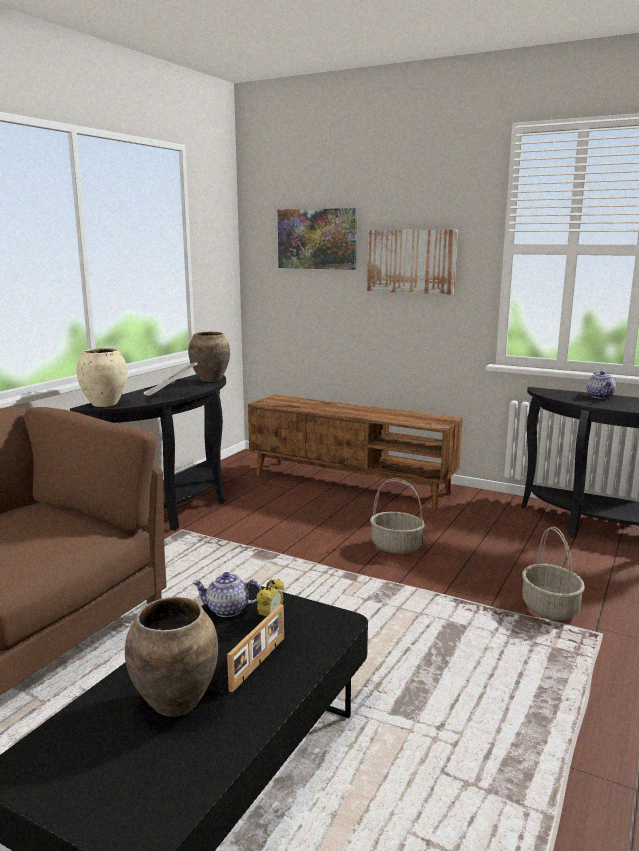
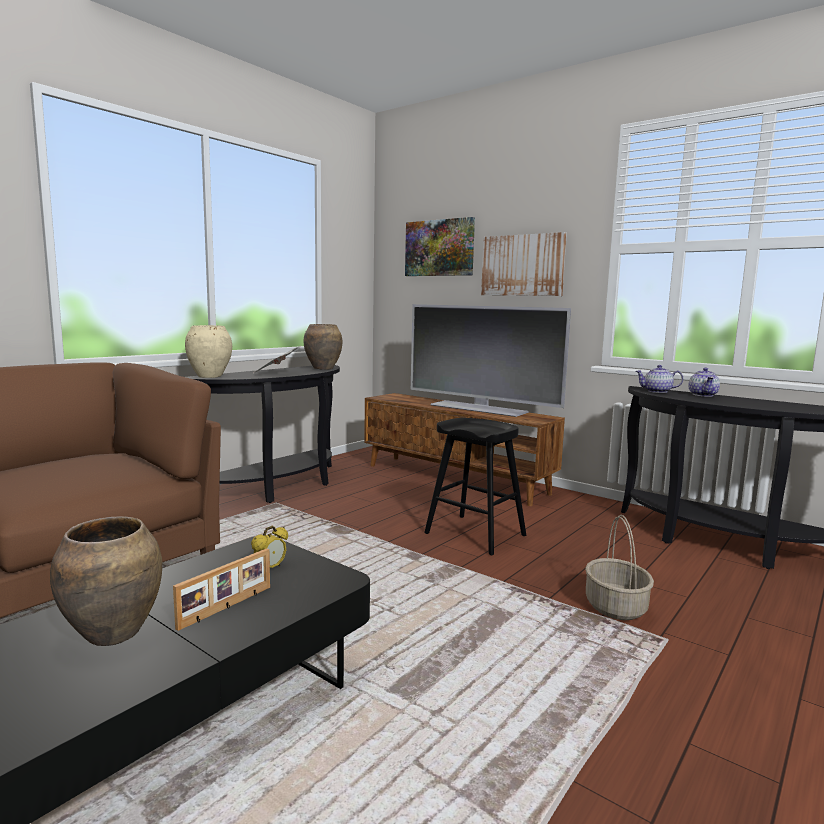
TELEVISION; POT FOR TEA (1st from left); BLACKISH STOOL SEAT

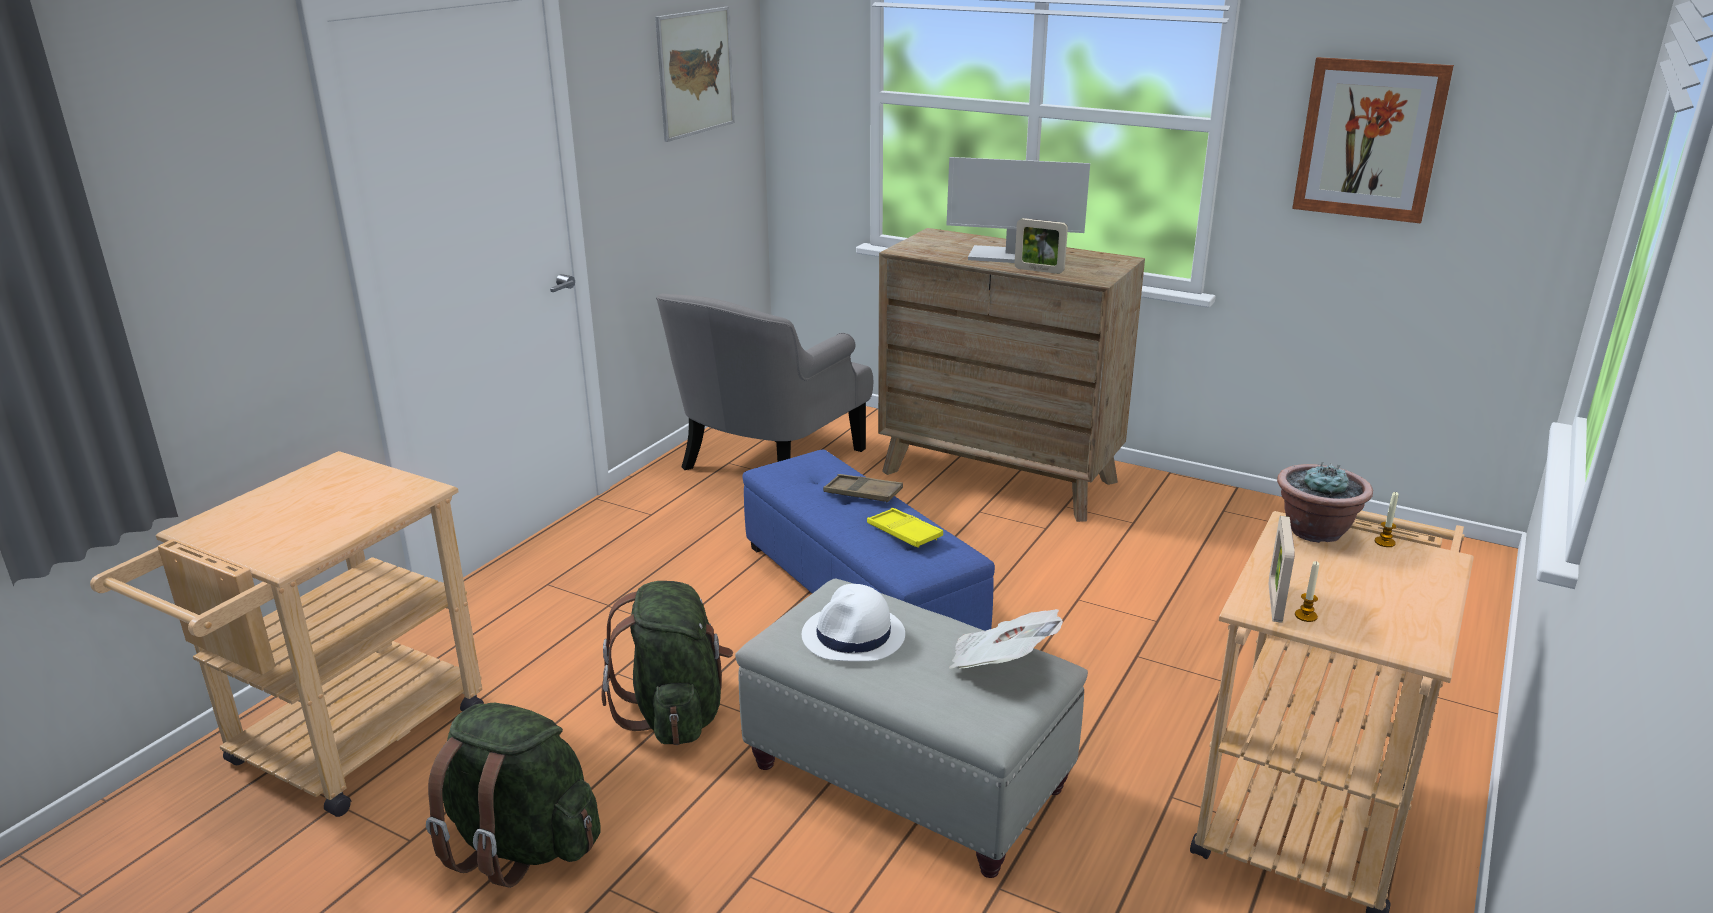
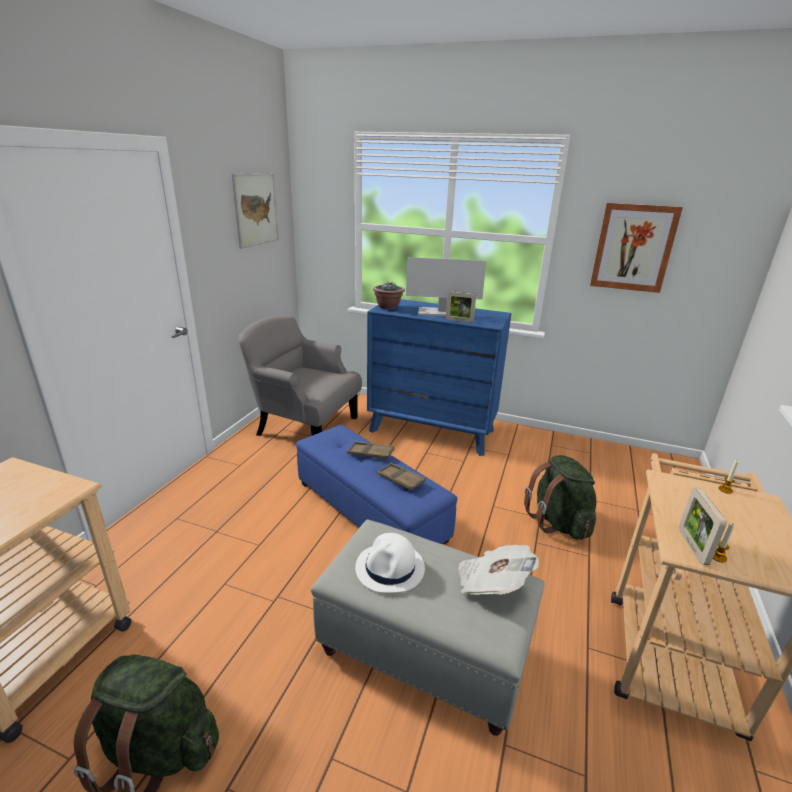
GREEN KNAPSACK (2nd from left); HOUSEPLANT; BROWN CARRYING TRAY (2nd from left); BLUE-COLOURED DRAWER CHEST; GREYISH EASY CHAIR

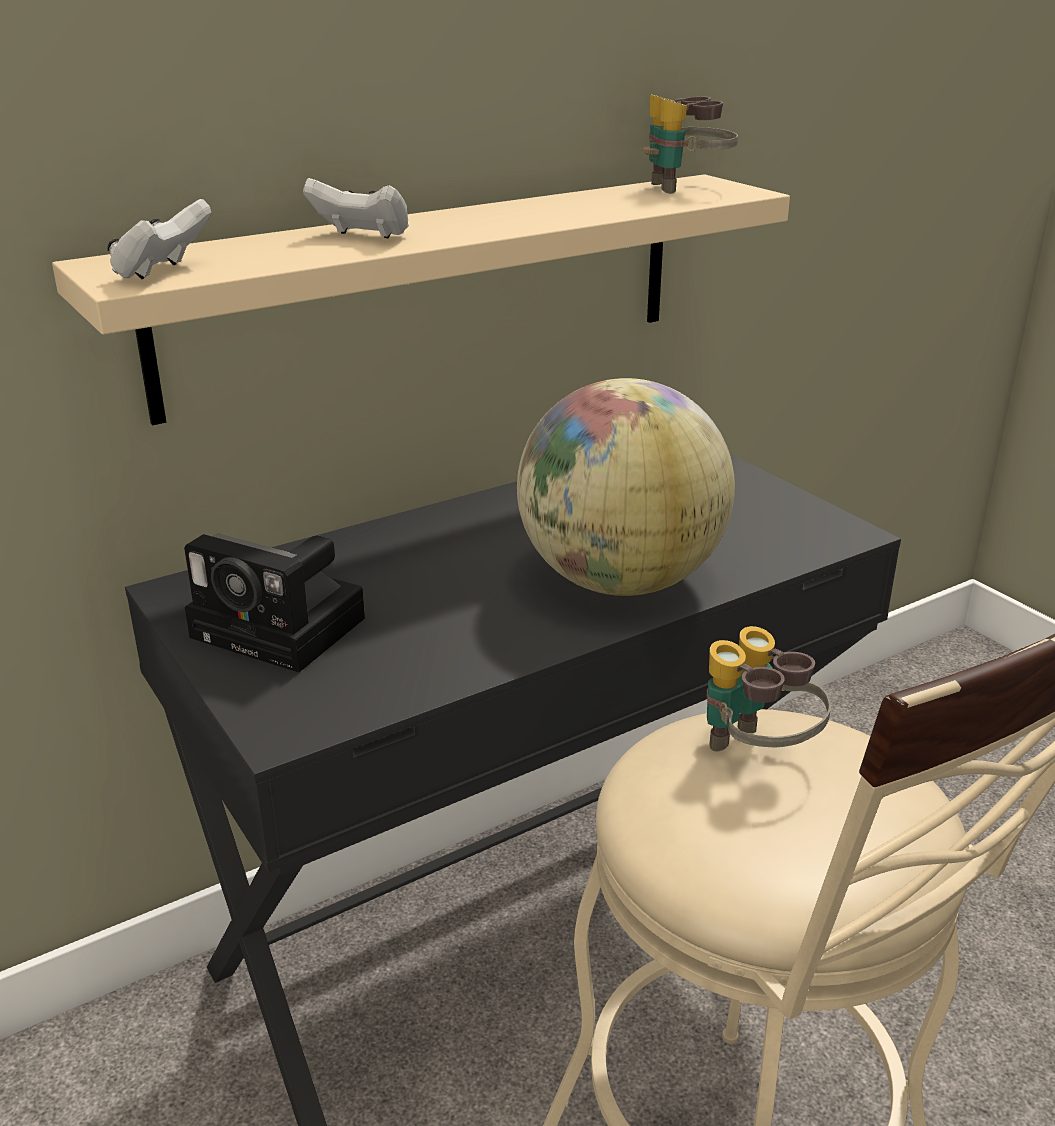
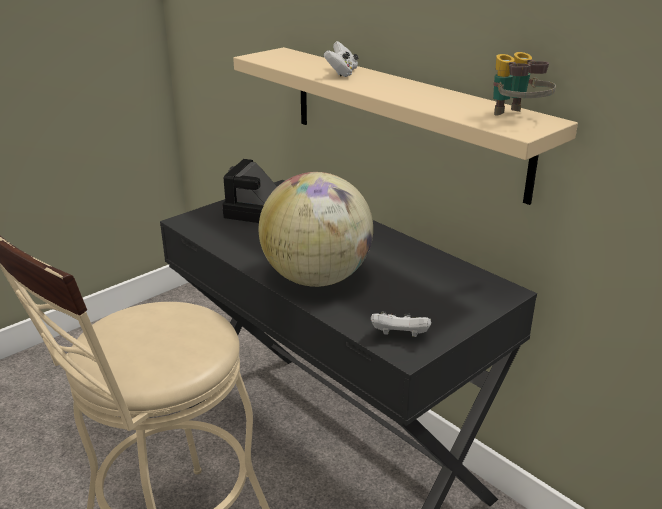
FIELD GLASSES (2nd from left in the first image); WHITE GAMEPAD (2nd from left)

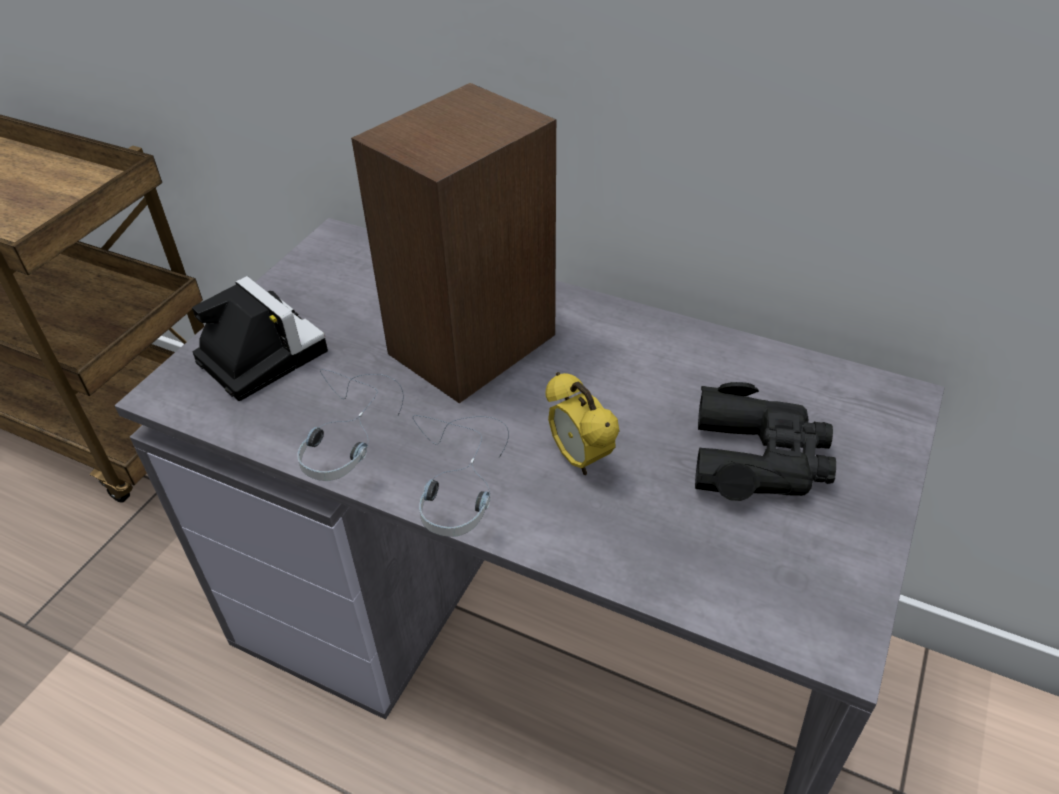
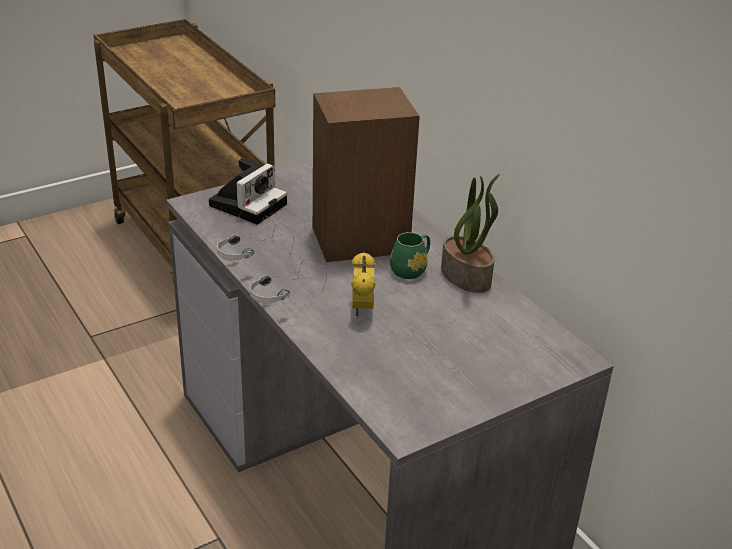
BLACKISH FIELD GLASSES; GREEN TEA MUG; HOUSEPLANT; STILL CAMERA

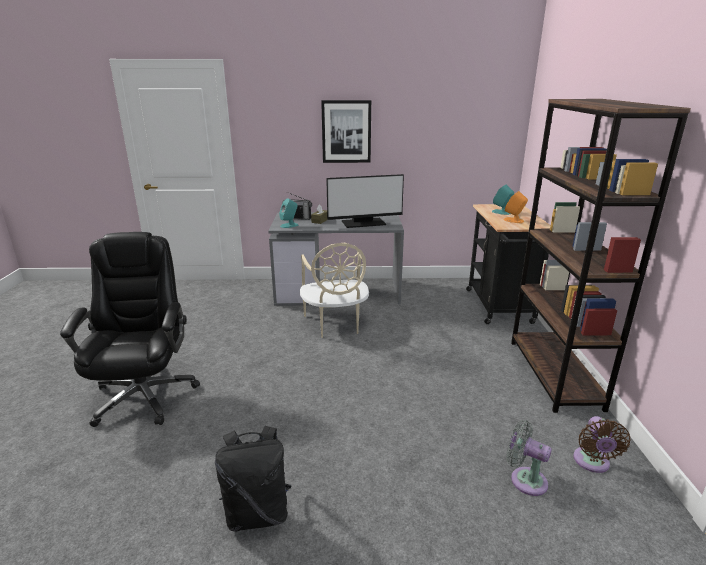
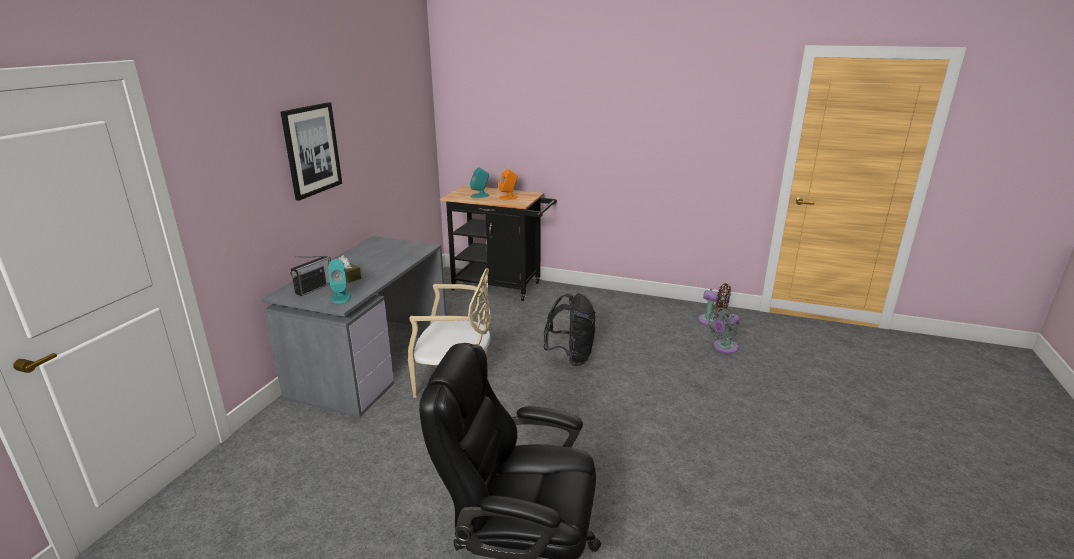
MONITOR; BROWN BOOKCASE; BLACKISH KNAPSACK

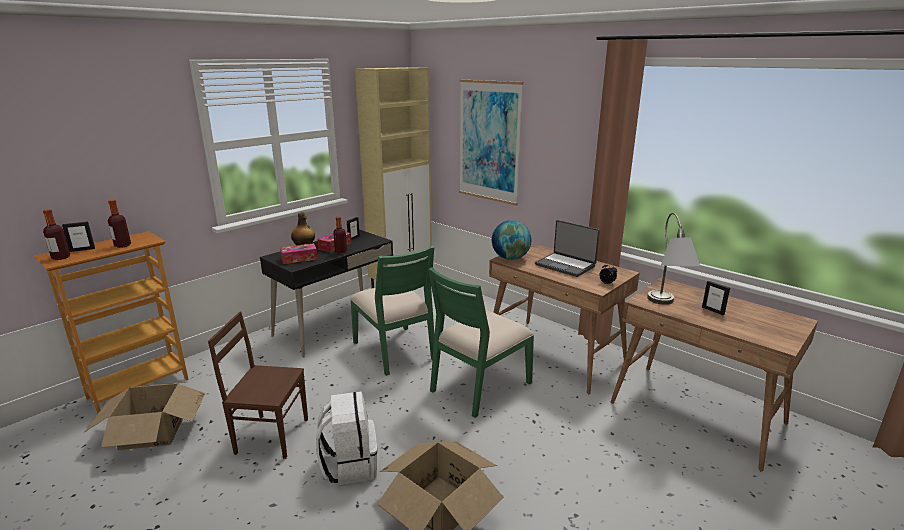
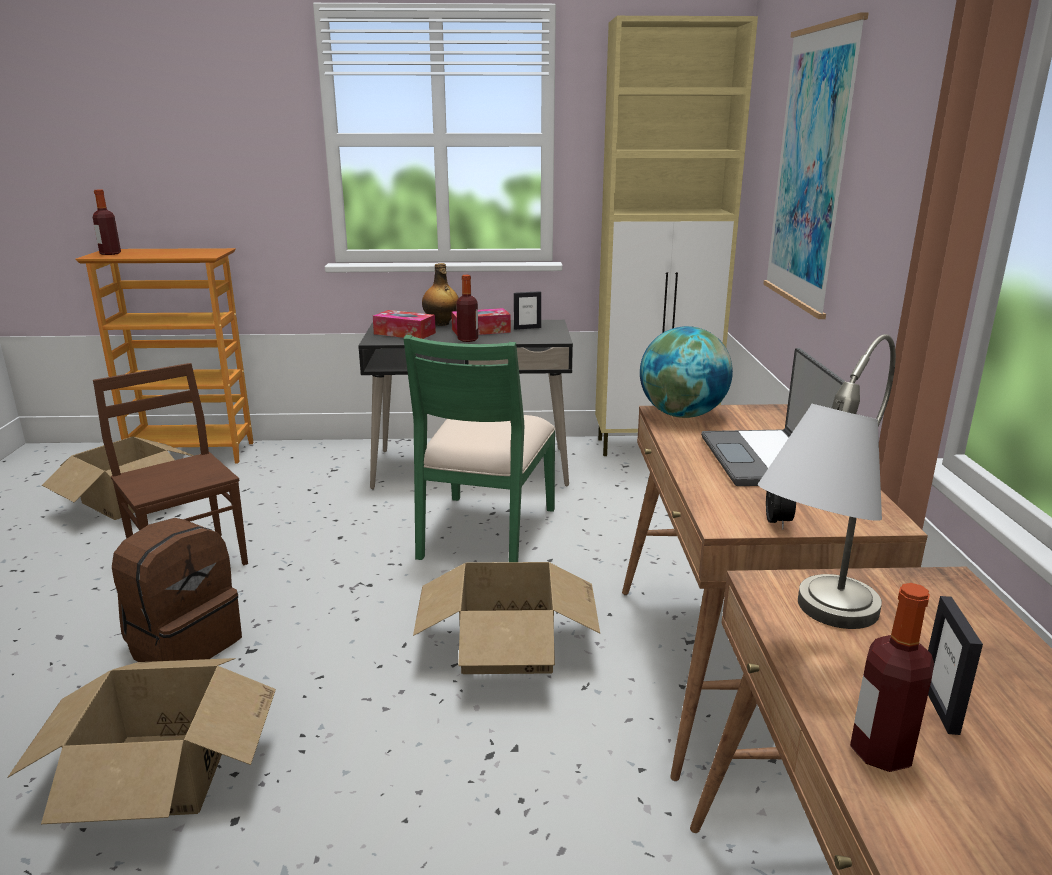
STANDING FRAME (1st from left in the first image); BOTTLE (4th from left); PACKING BOX (3rd from left); BROWN KNAPSACK

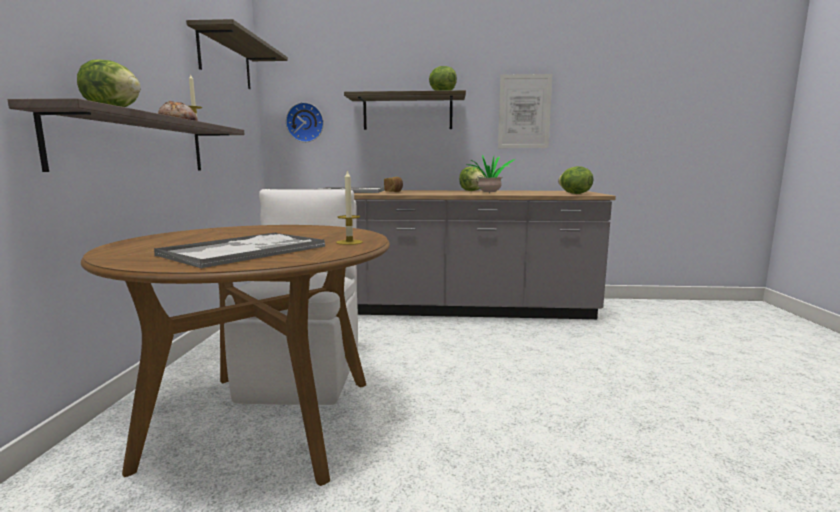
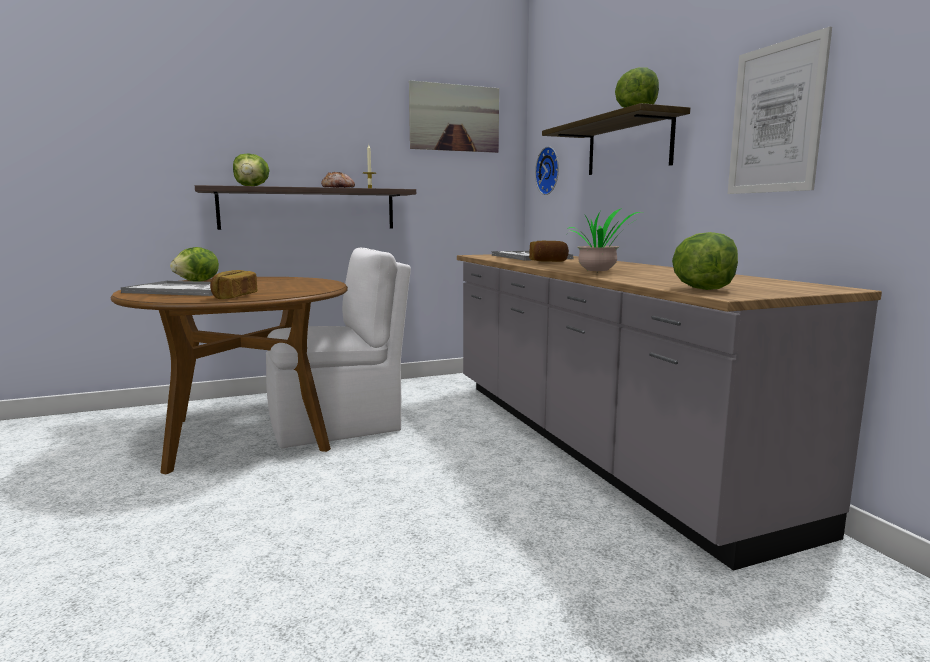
LETTUCE HEAD (1st from left); WALL PICTURE (1st from left); BAKERY BREAD (1st from left)

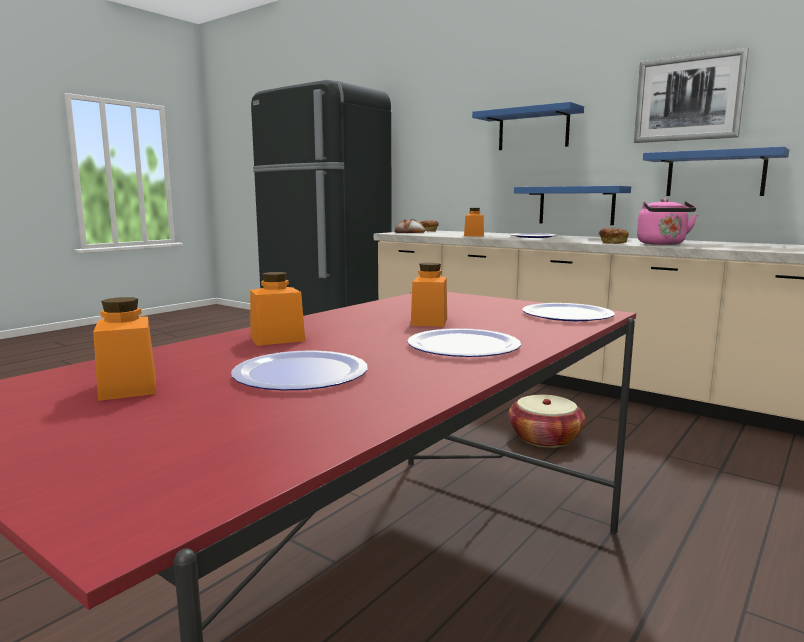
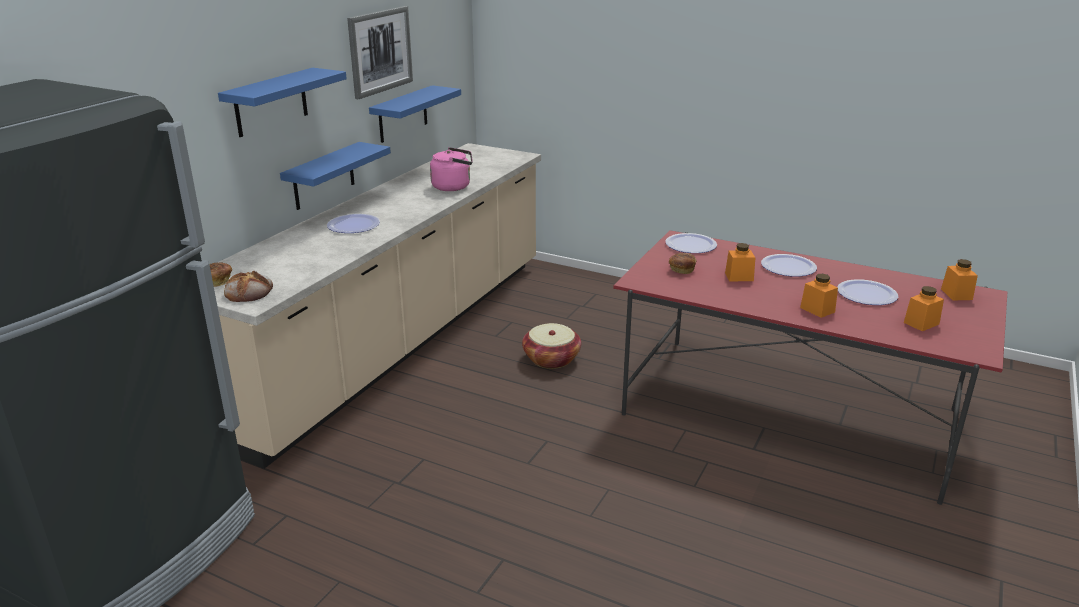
ORANGE-COLOURED JAR (4th from left); BAKERY BREAD (3rd from left)

